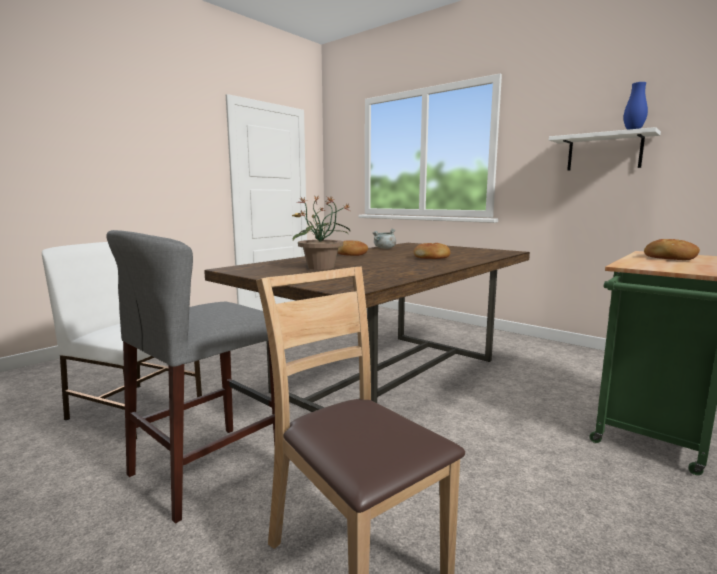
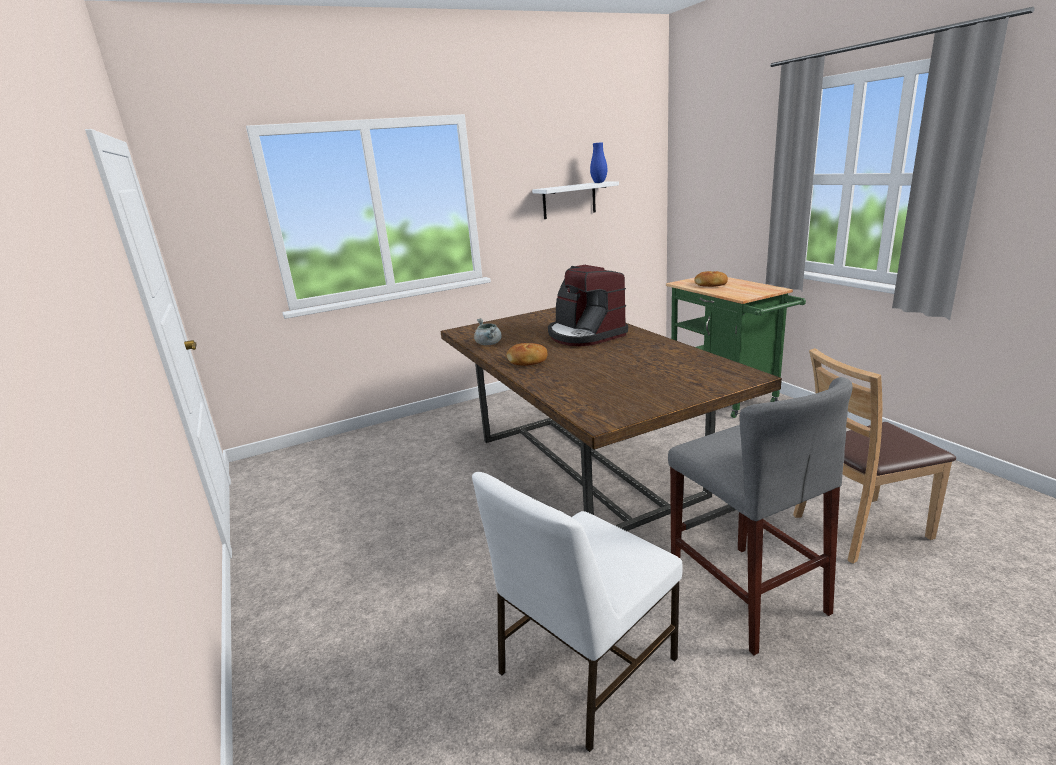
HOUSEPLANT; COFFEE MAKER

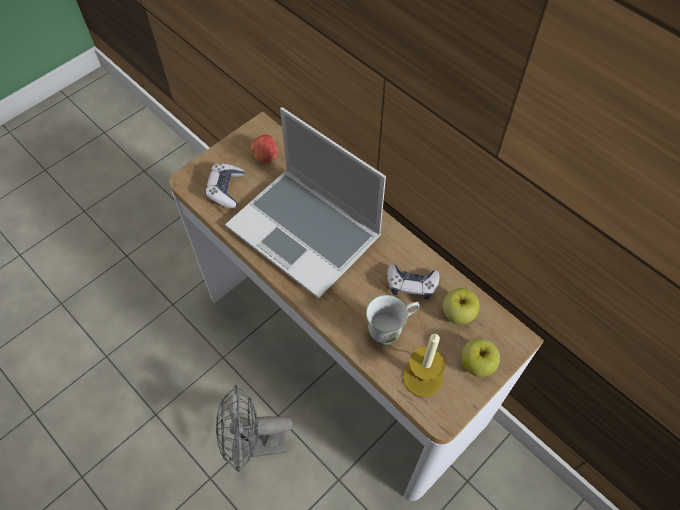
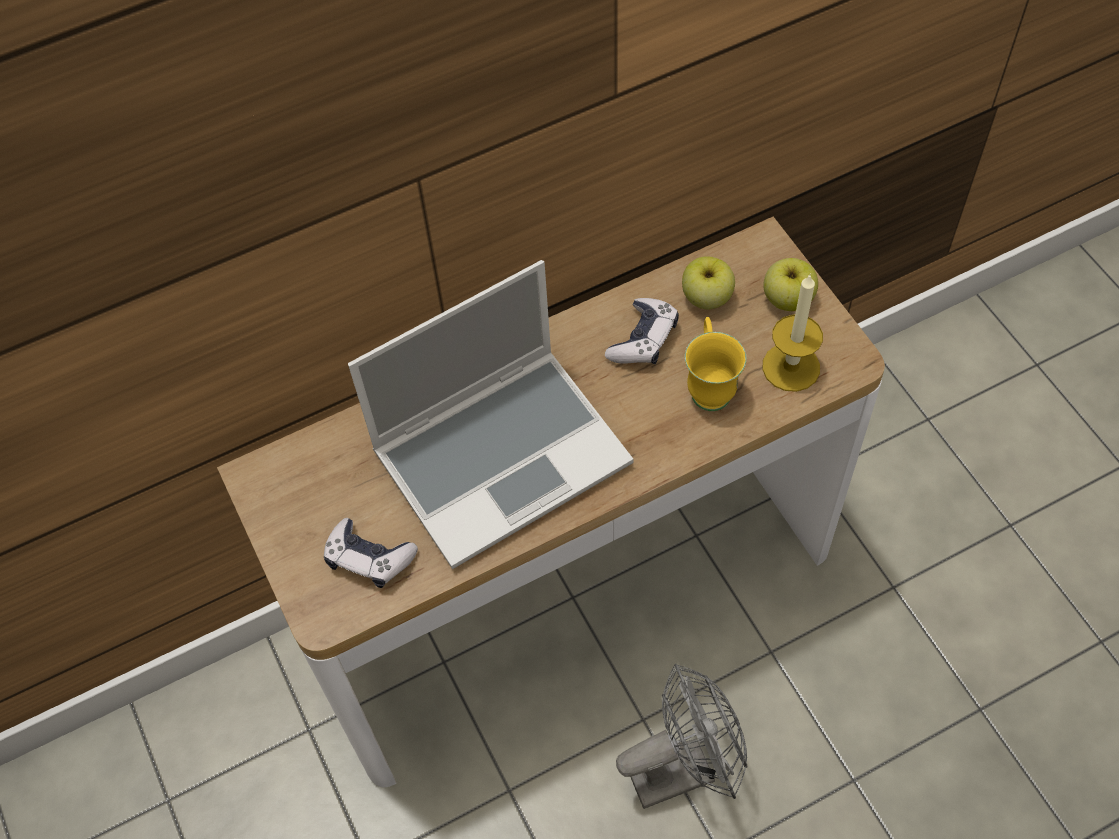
APPLE (1st from left in the first image); YELLOW TEA MUG; GREYISH ELECTRIC FAN

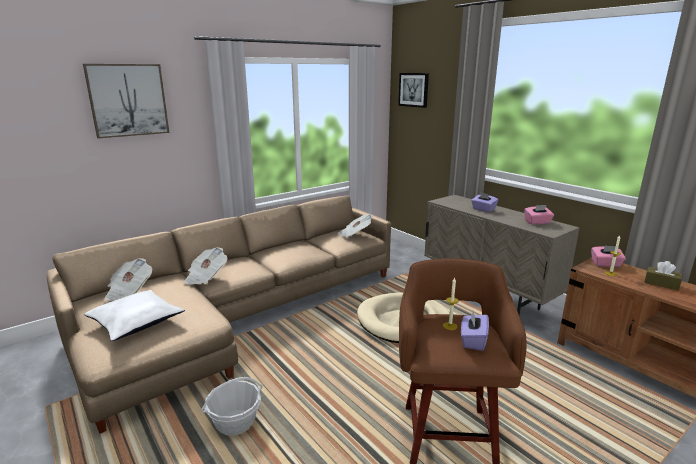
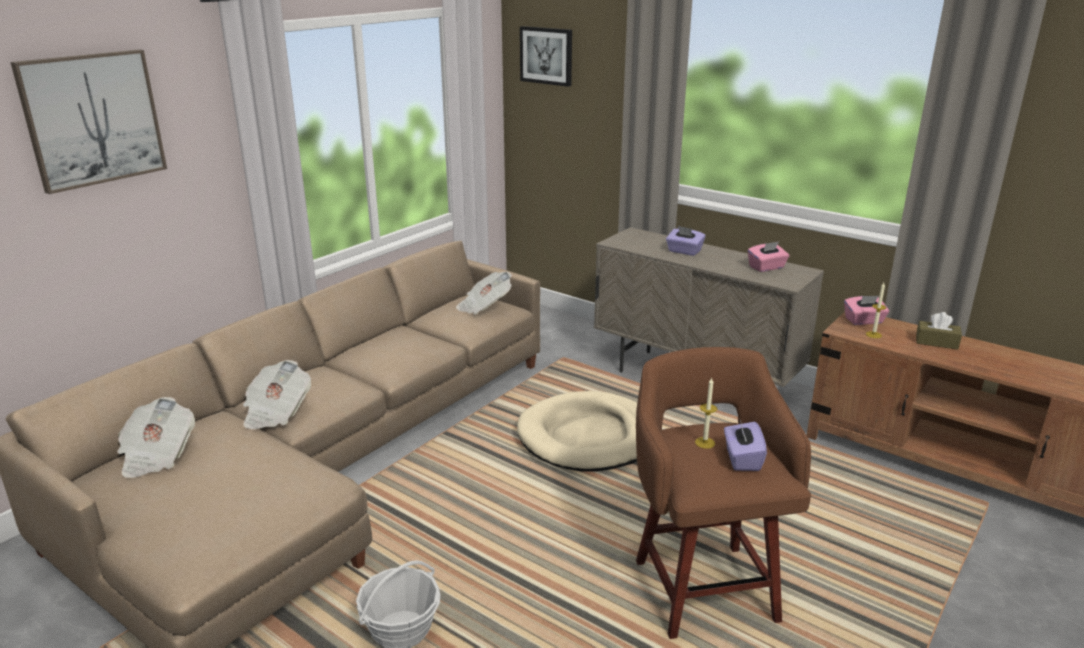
WHITE CUSHION

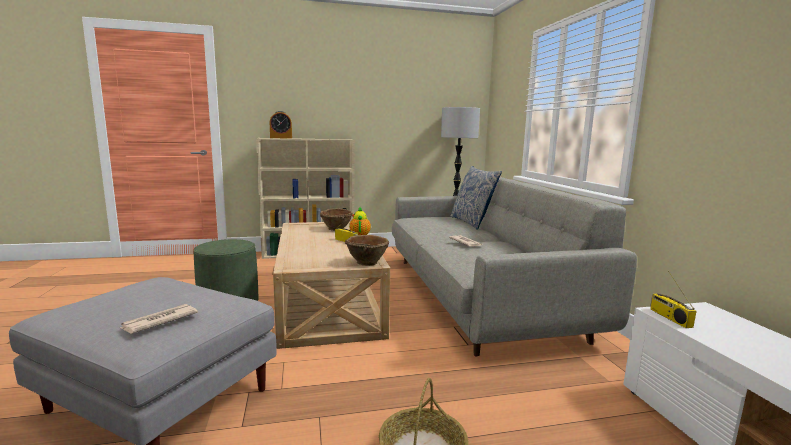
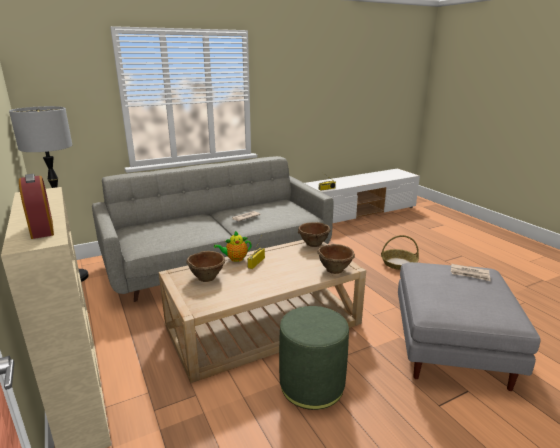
CUSHION; BROWN SERVING BOWL (3rd from left)

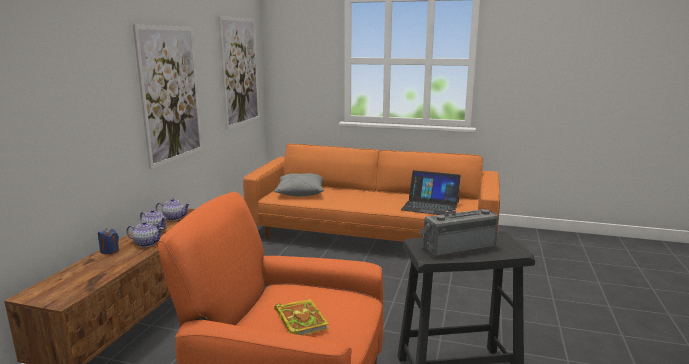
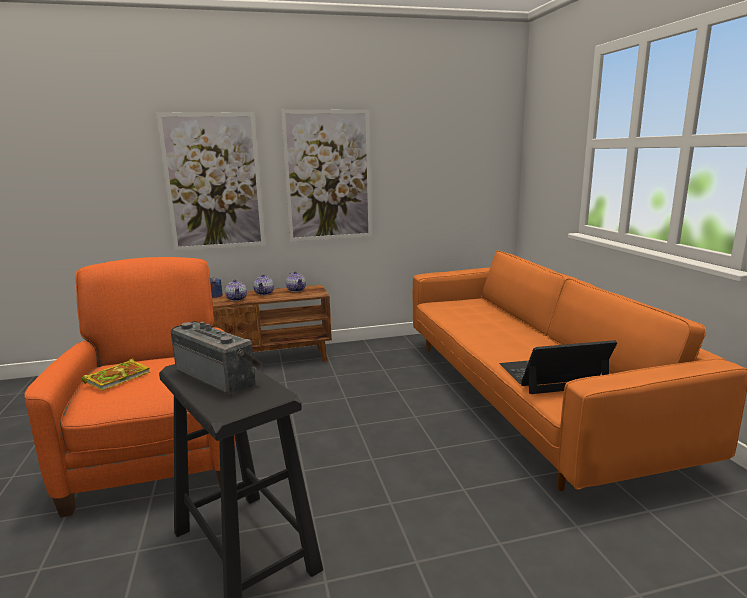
GREYISH CUSHION; WALL PICTURE (1st from left); NOTEBOOK COMPUTER

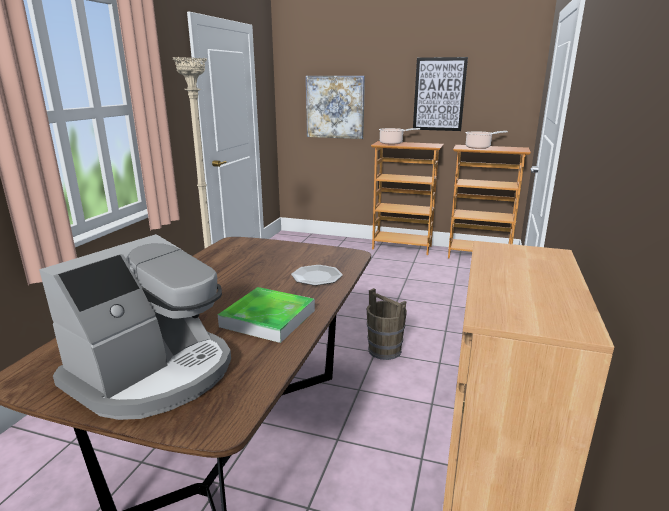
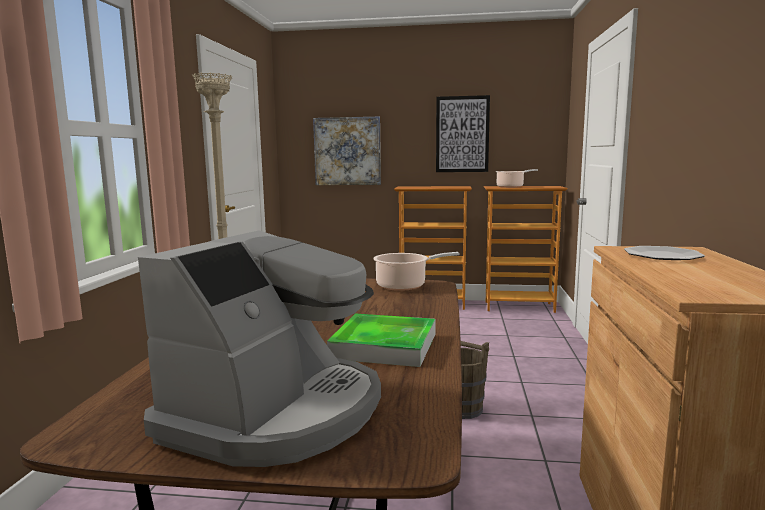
DINNER PLATE; COOKING POT (1st from left)

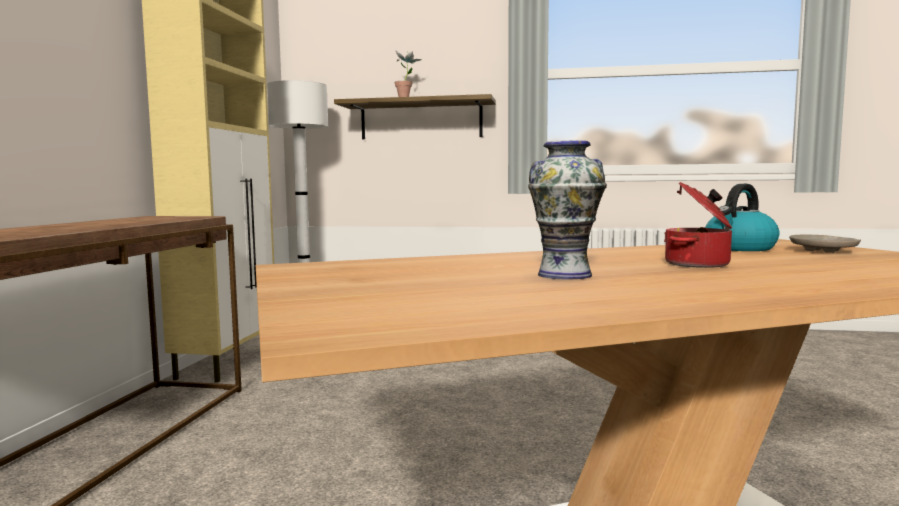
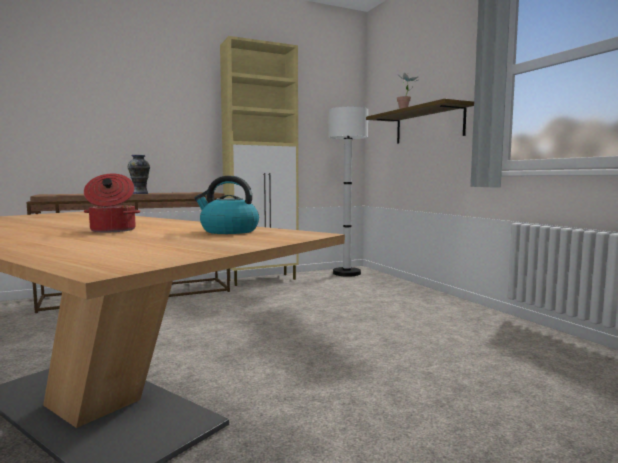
BEIGE DINNER PLATE; FLOWER VASE

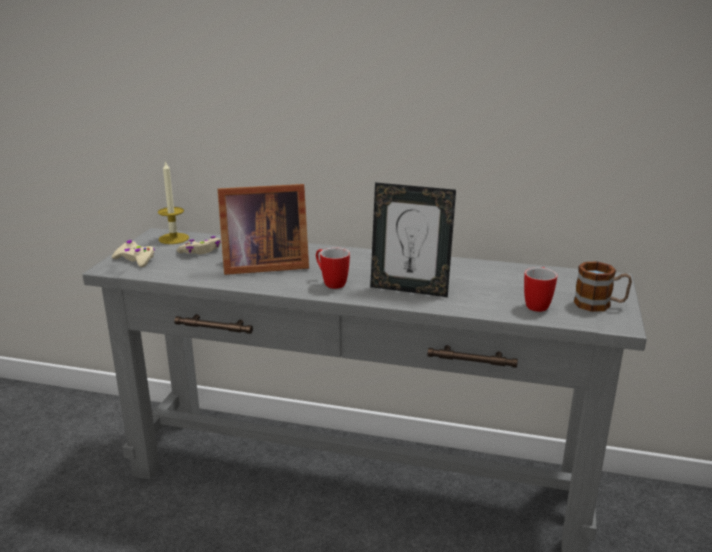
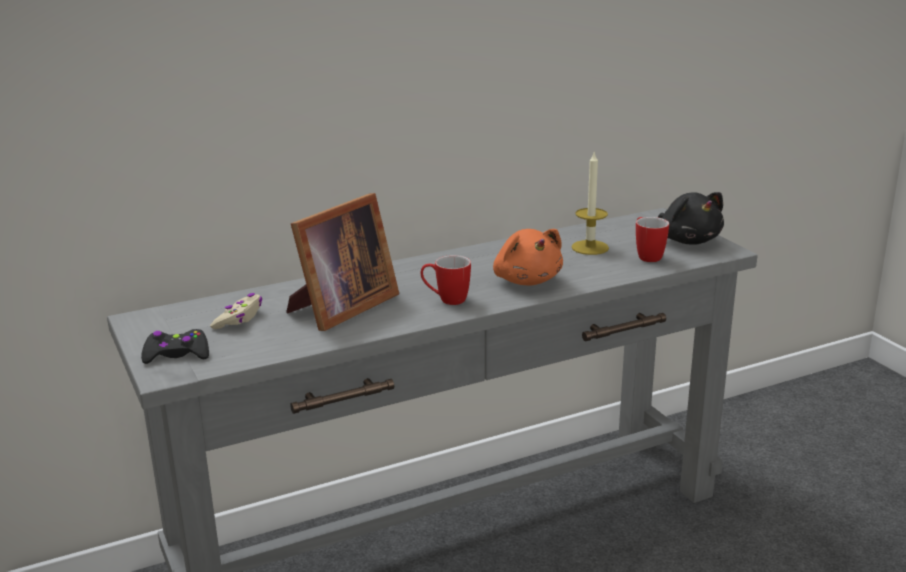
WAX CANDLE; ORANGE-COLOURED PLUSH TOY; BLACKISH PLUSH TOY; BLACKISH GAMEPAD

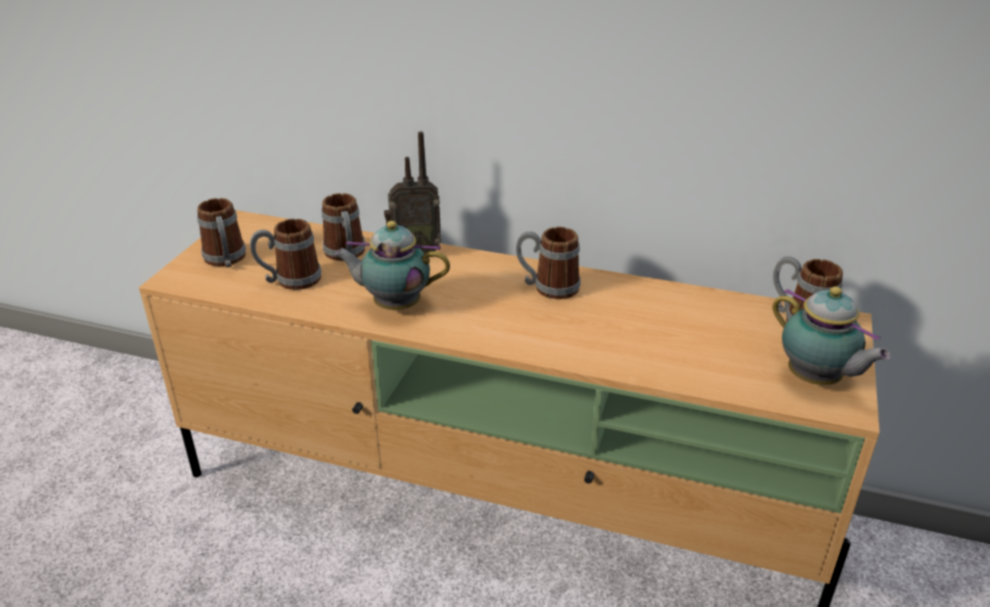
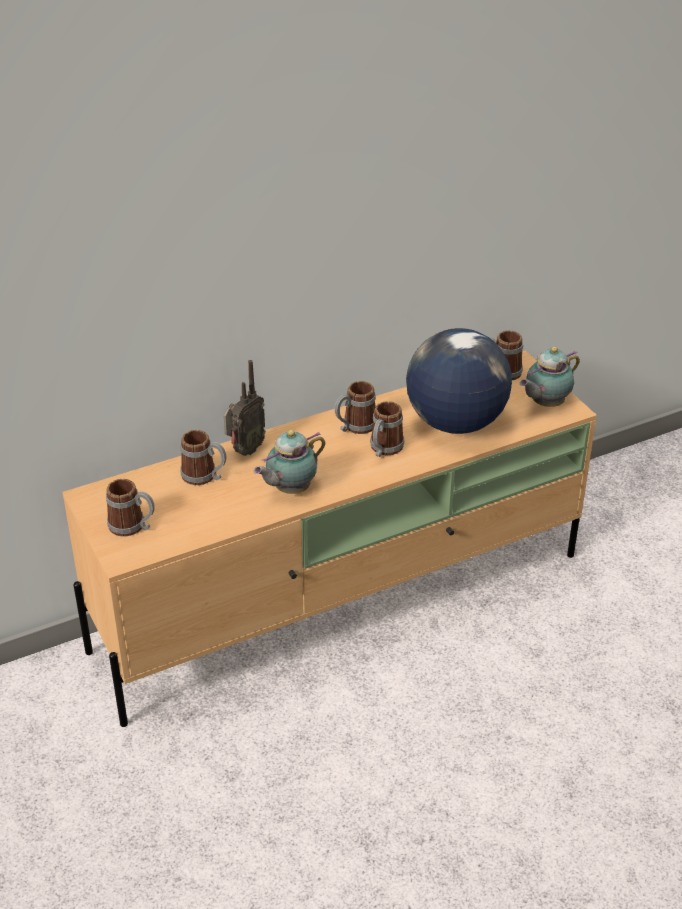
WORLD GLOBE; TEA MUG (4th from left); POT FOR TEA (2nd from left)

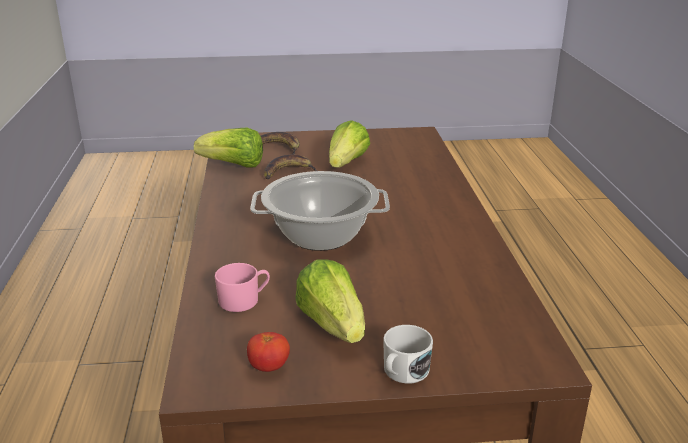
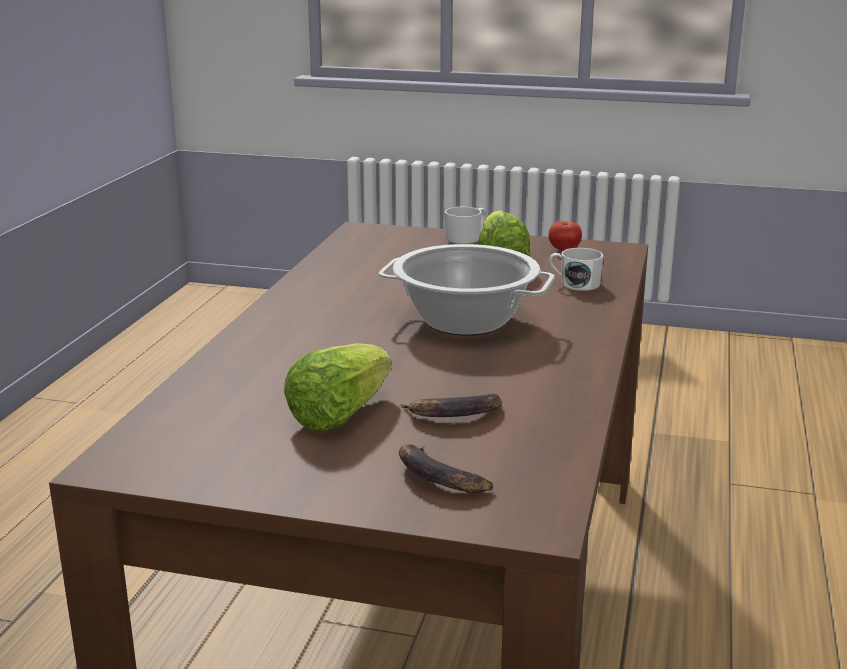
LETTUCE HEAD (1st from left in the first image); WHITE TEA MUG (2nd from left)

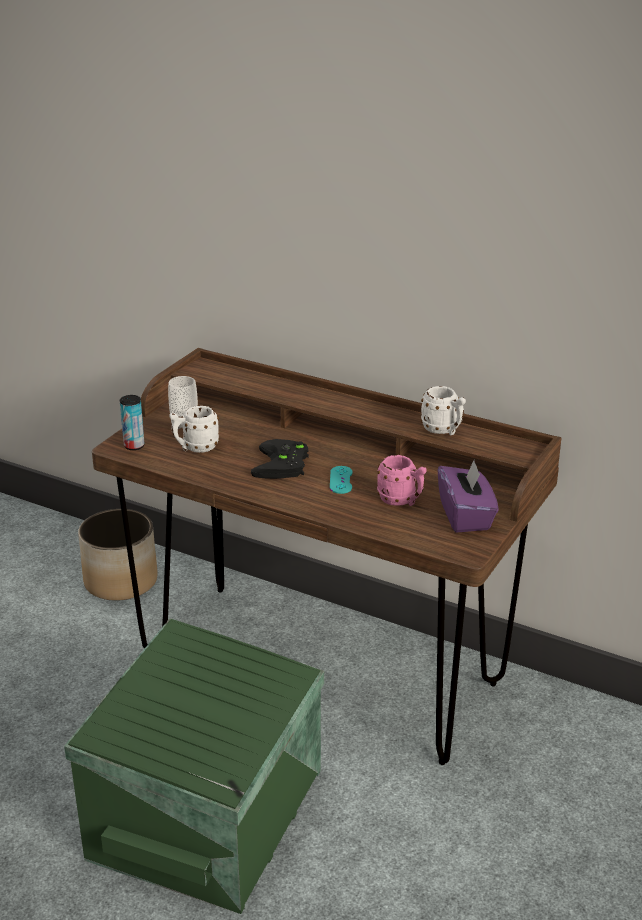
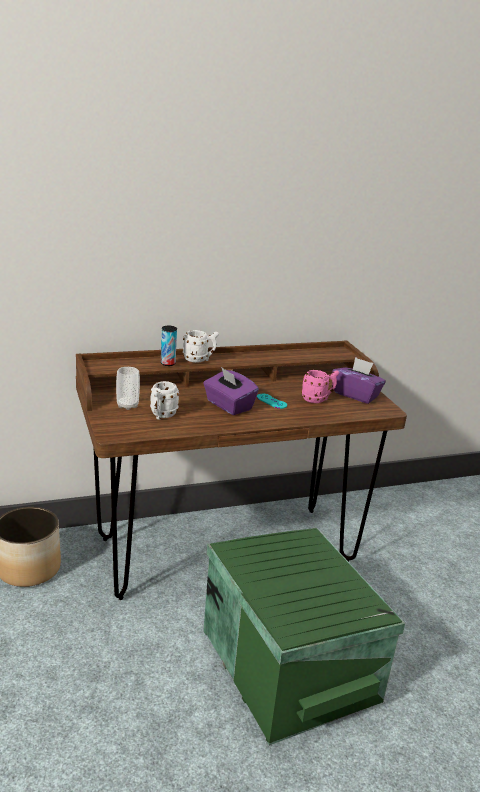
SEALED CAN; WHITE TEA MUG (2nd from left); PURPLE-COLOURED BOX OF TISSUES (1st from left)

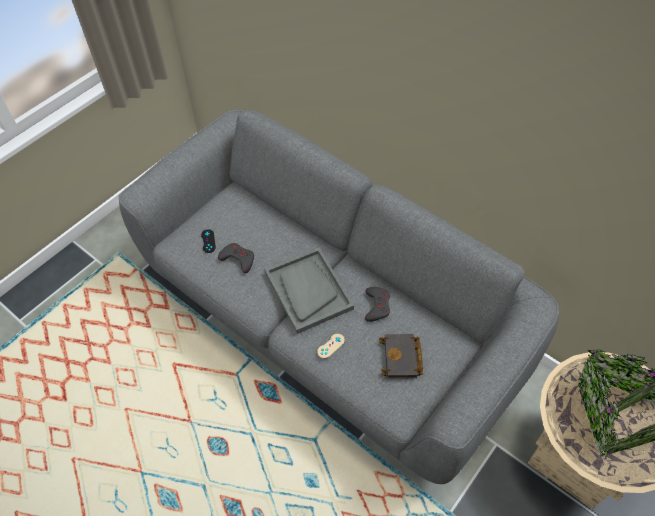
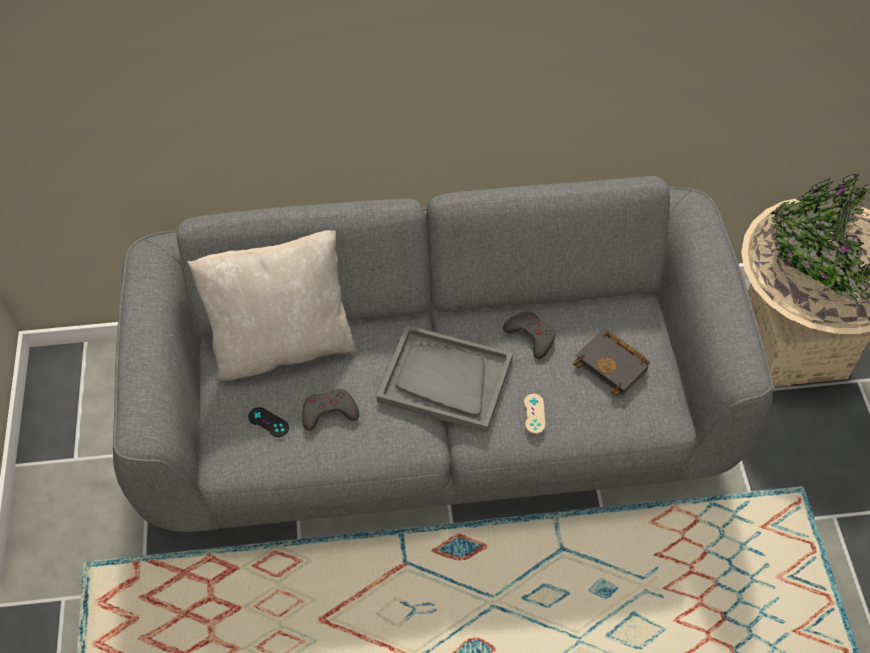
BEIGE CUSHION

